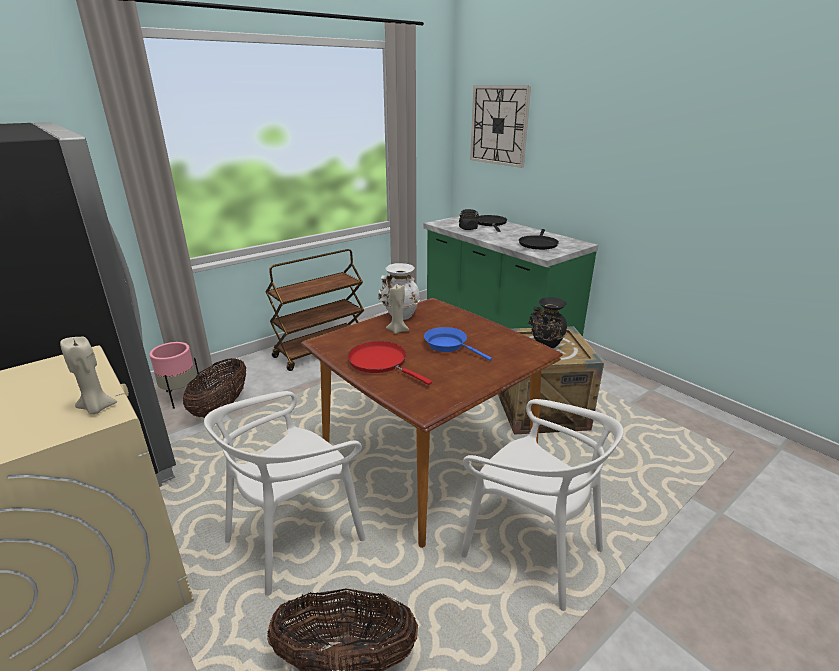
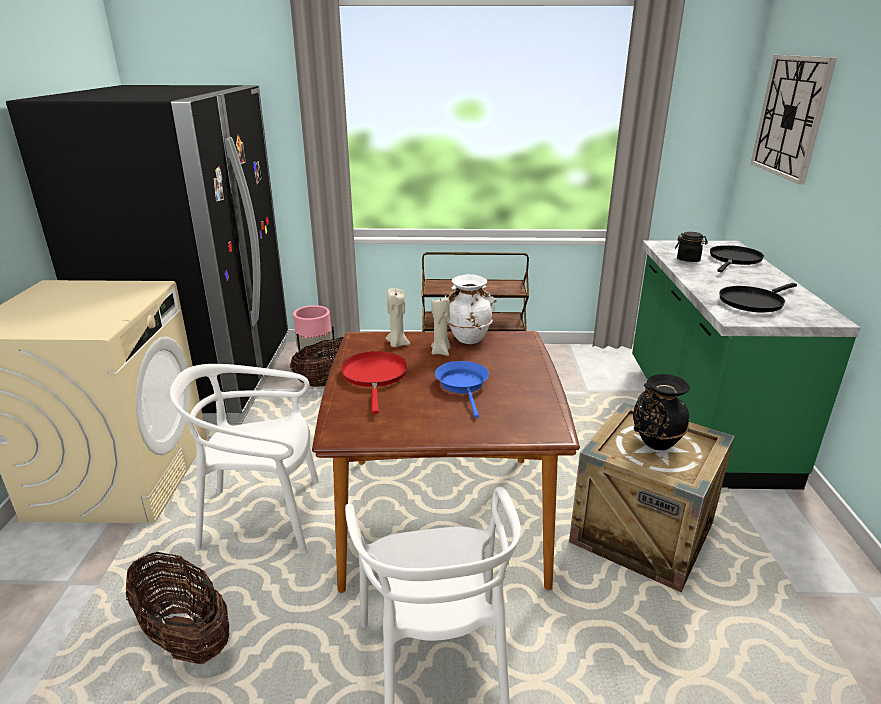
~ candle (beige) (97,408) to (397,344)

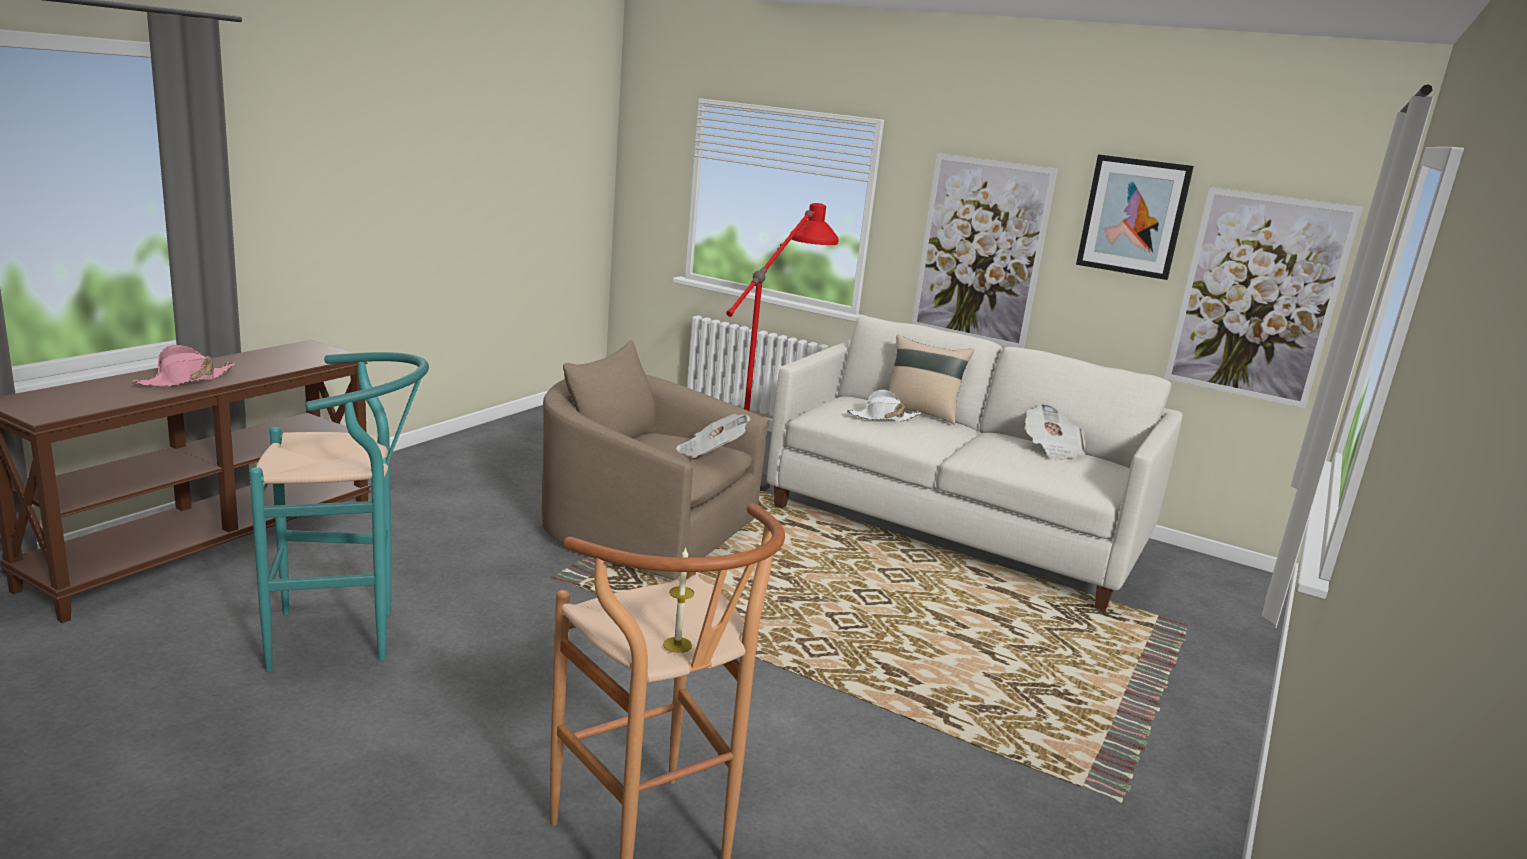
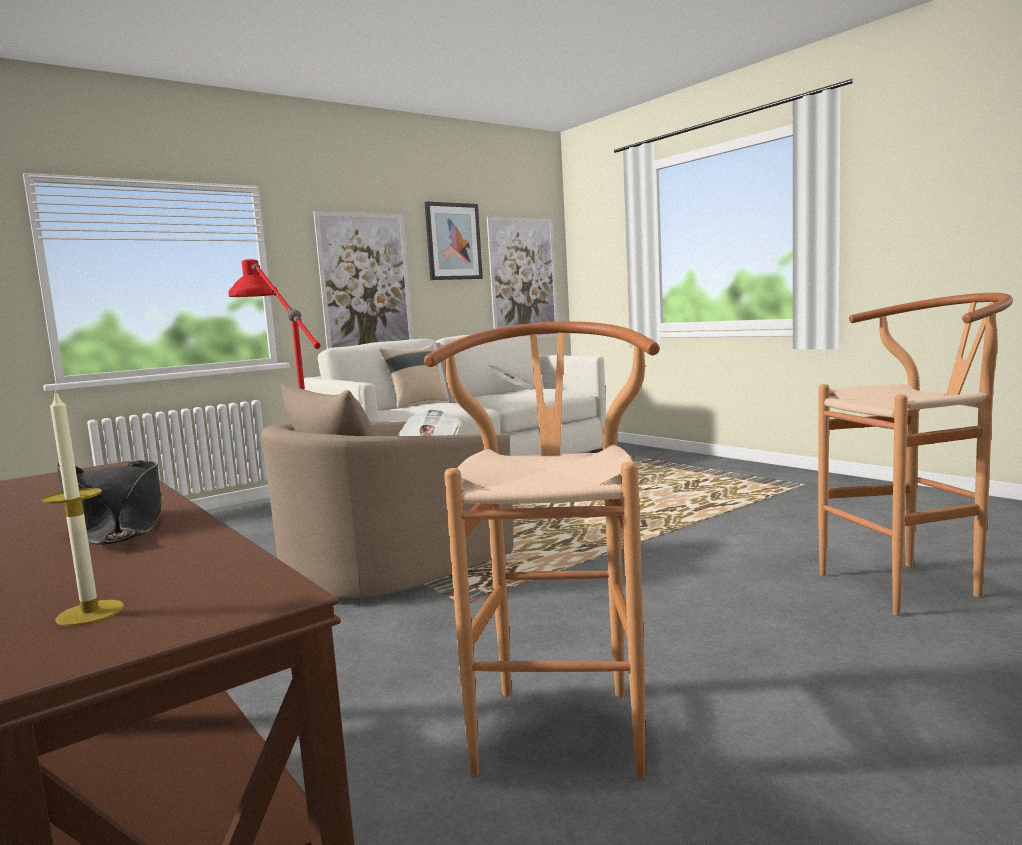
~ hat (pink) (185,380) to hat (black) (116,525)
~ stool (turquoise) (347,637) to stool (brown) (561,720)
~ candle (677,645) to (90,613)
- hat (white) (883,417)

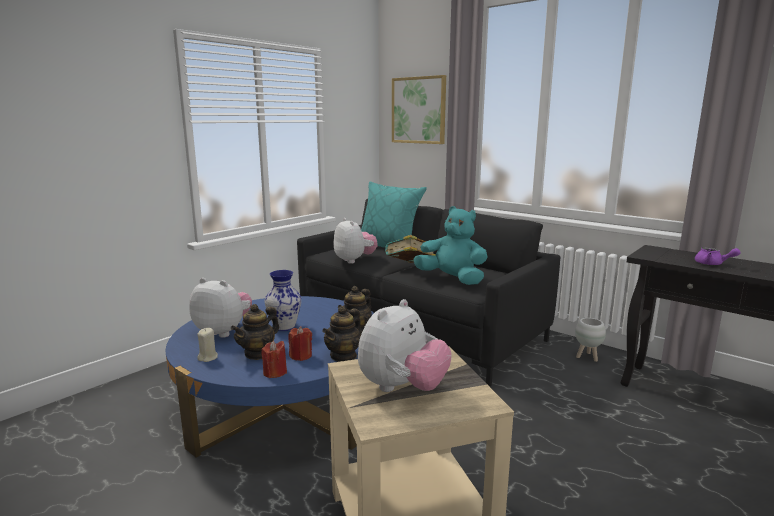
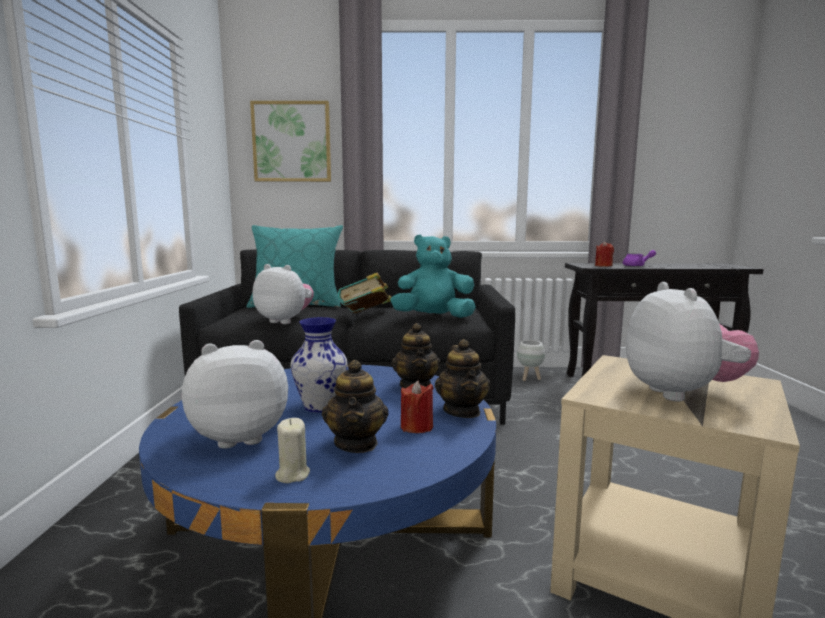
~ candle (red) (275,372) to (603,266)

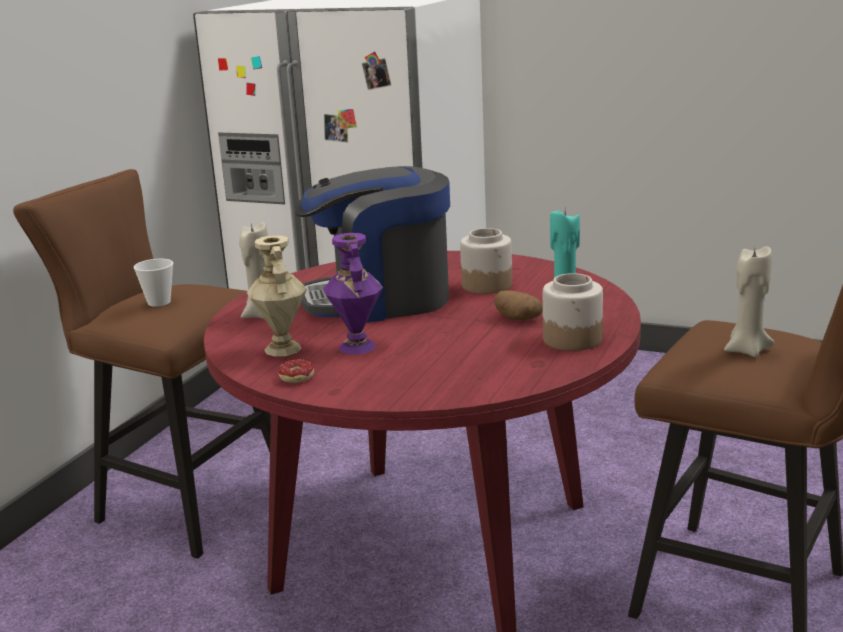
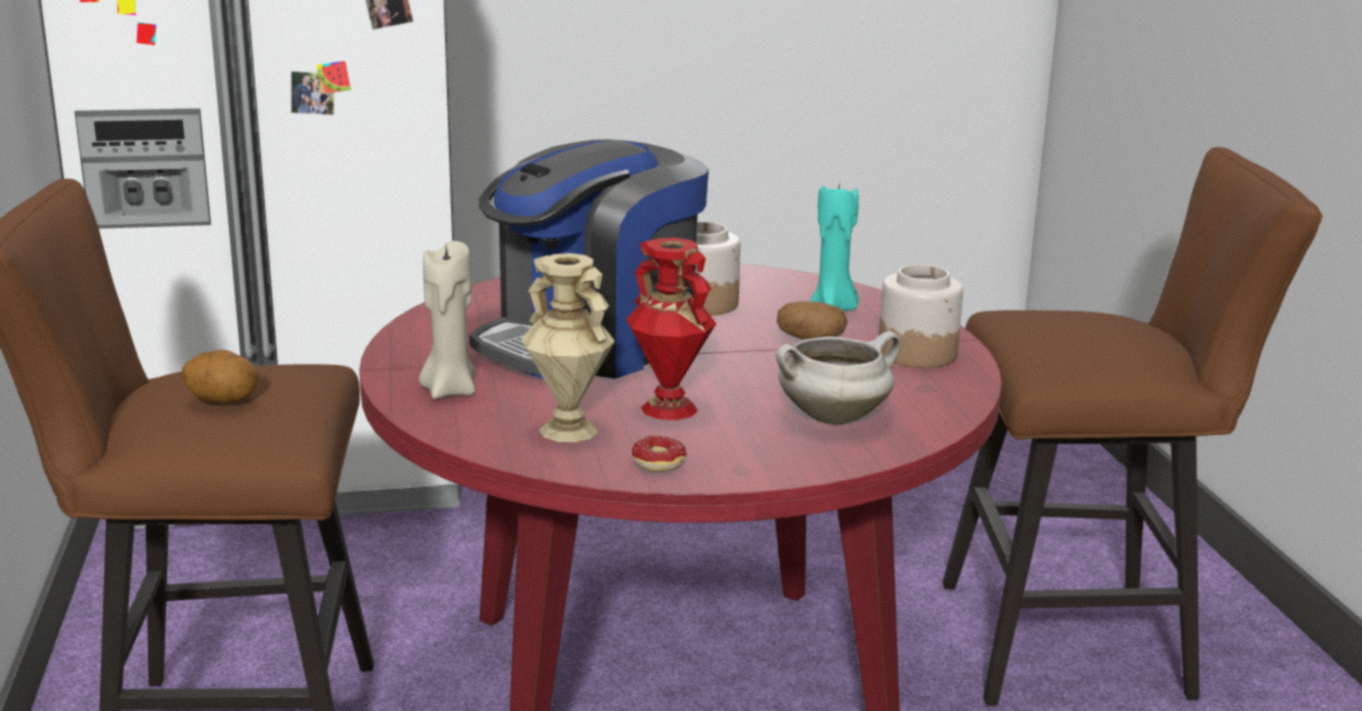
~ cup (159,302) to potato (223,401)
~ vase (purple) (356,347) to vase (red) (668,409)
- candle (beige) (746,350)
+ cooking pot (white) (834,417)

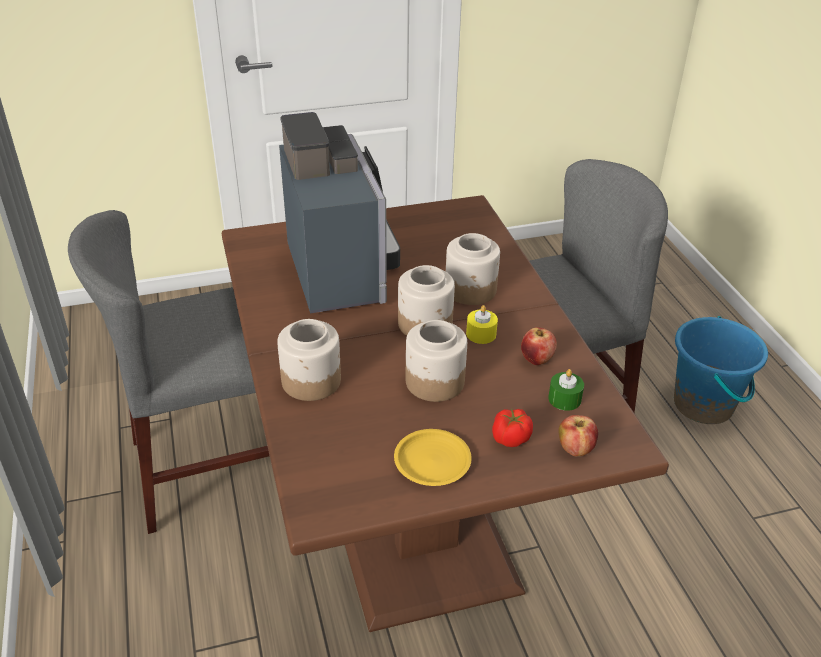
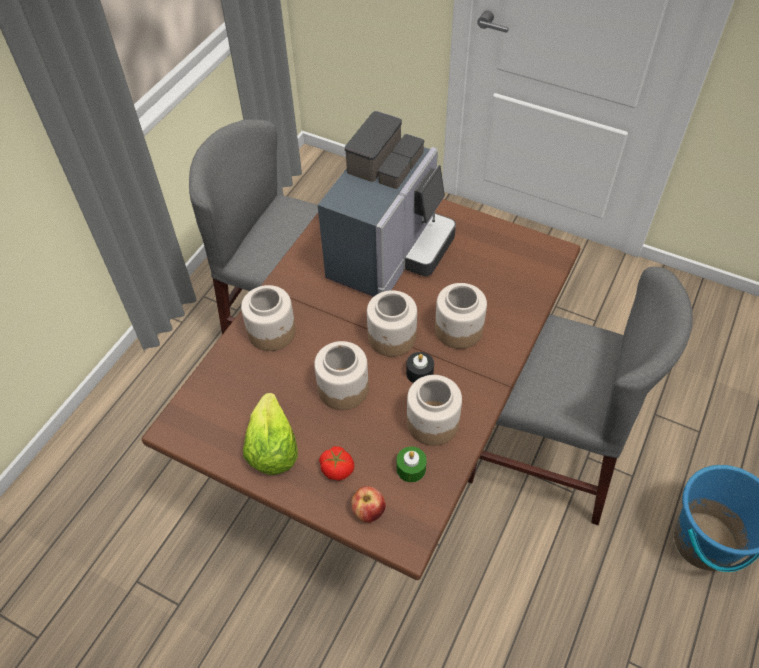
~ plate (yellow) (432,462) to lettuce (271,447)
~ candle (yellow) (481,334) to candle (black) (419,373)
~ apple (536,360) to jar (431,423)

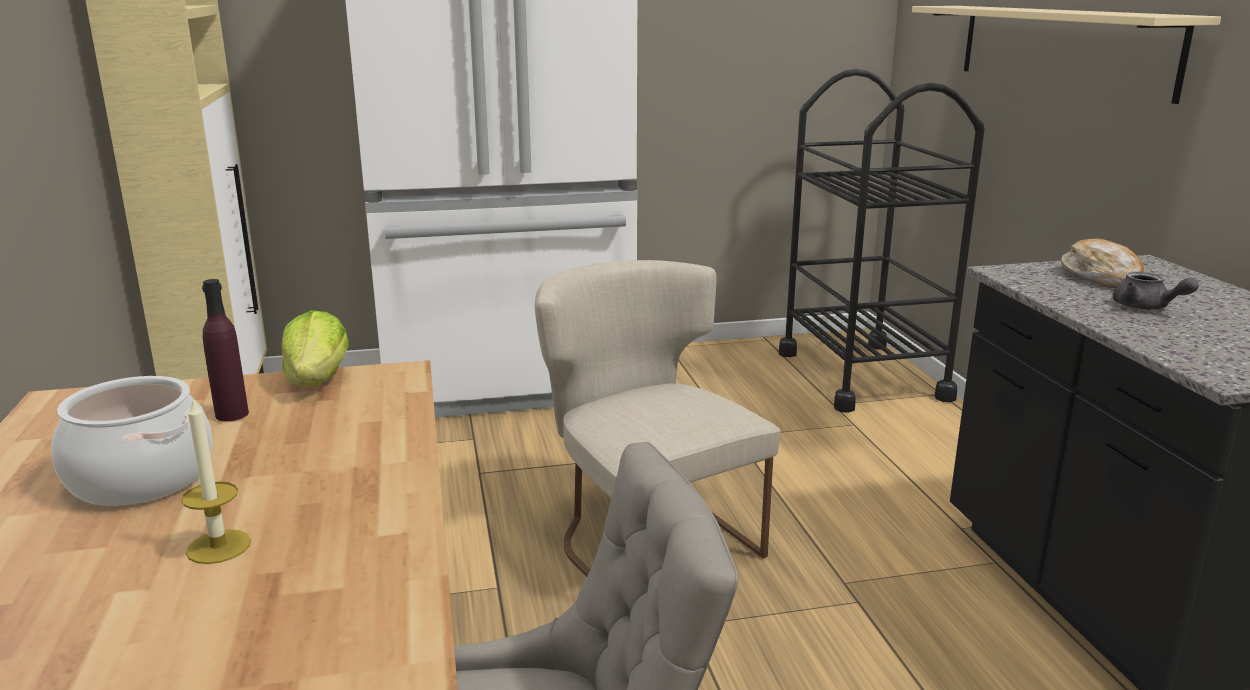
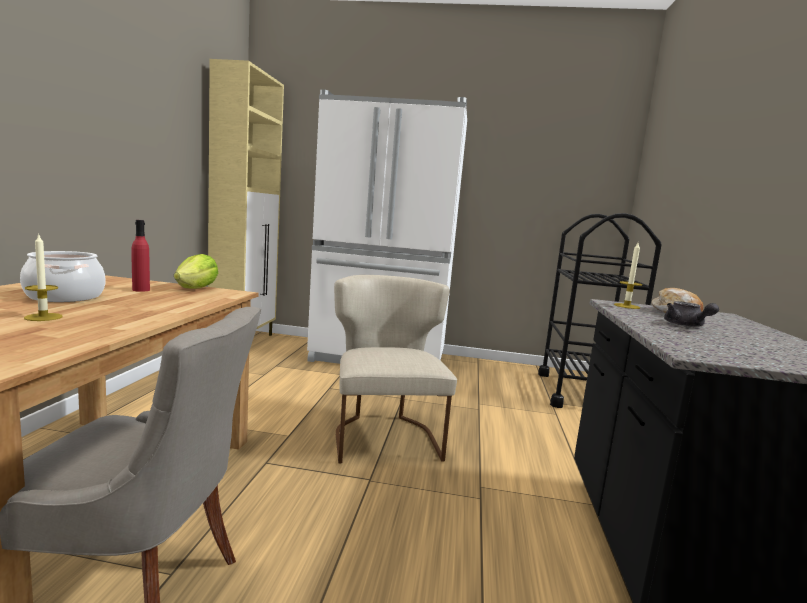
~ bottle (purple) (232,414) to bottle (red) (141,290)
- shelf (beige) (1061,47)
+ candle (626,306)

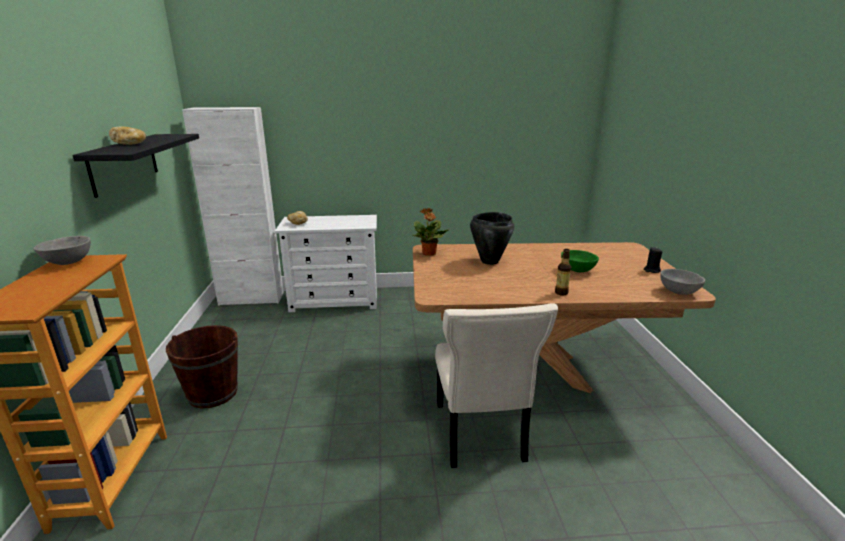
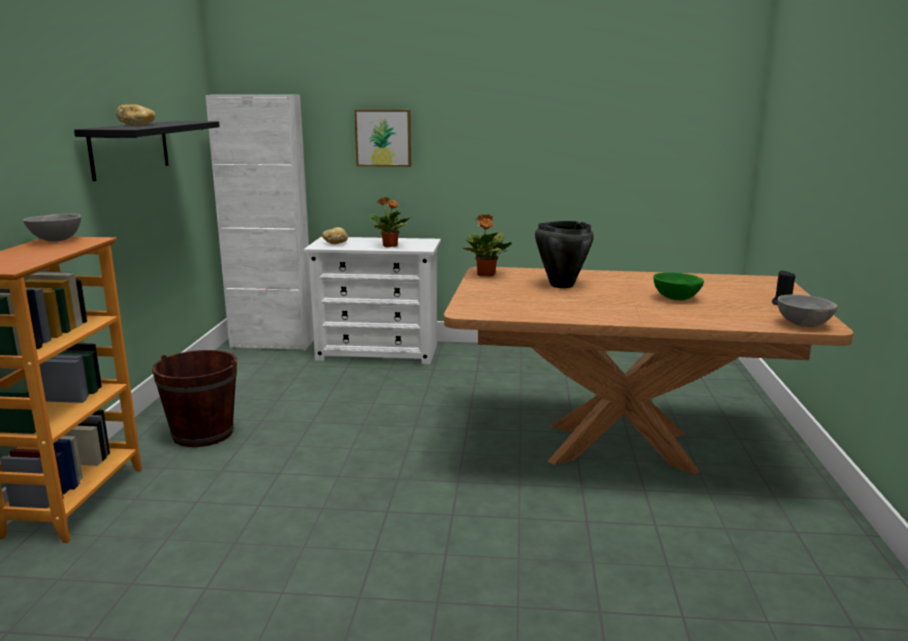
- chair (beige) (479,435)
- bottle (561,293)
+ picture (383,138)
+ potted plant (390,246)

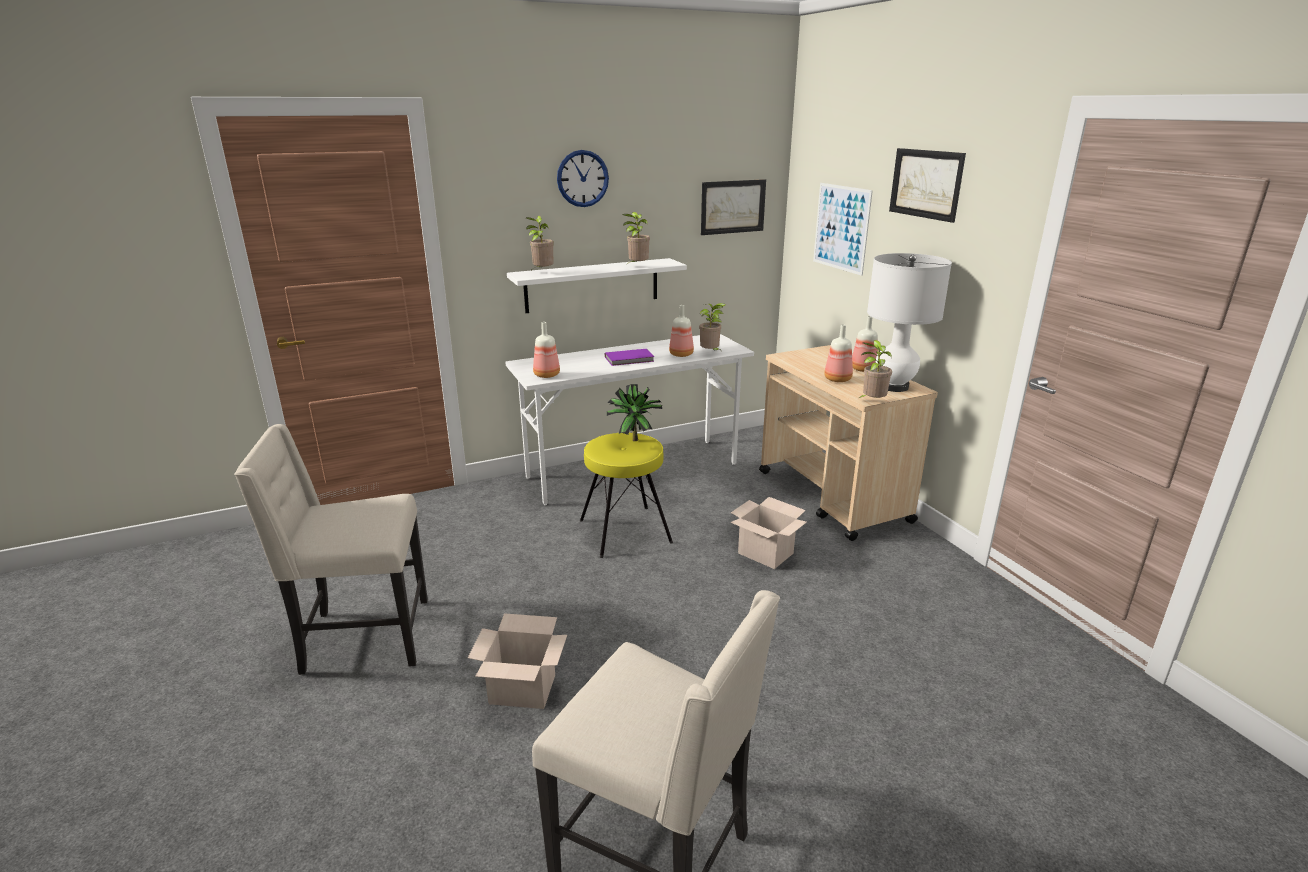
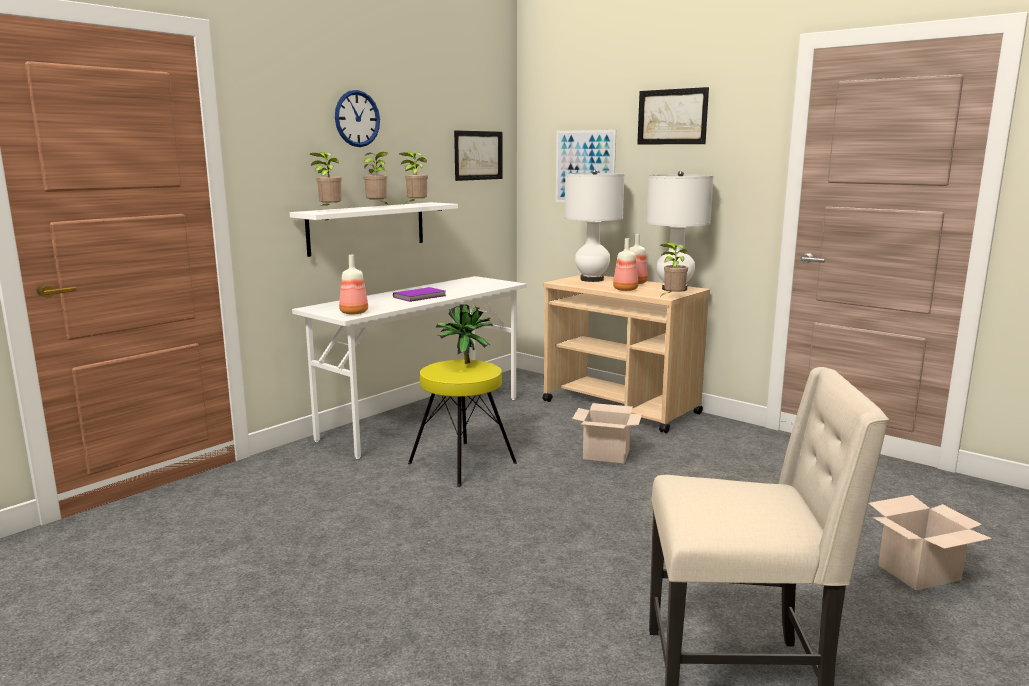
- chair (beige) (363,638)
~ cardboard box (520,690) to (918,573)
- bottle (681,354)
~ potted plant (710,353) to (378,206)
+ table lamp (white) (591,279)

